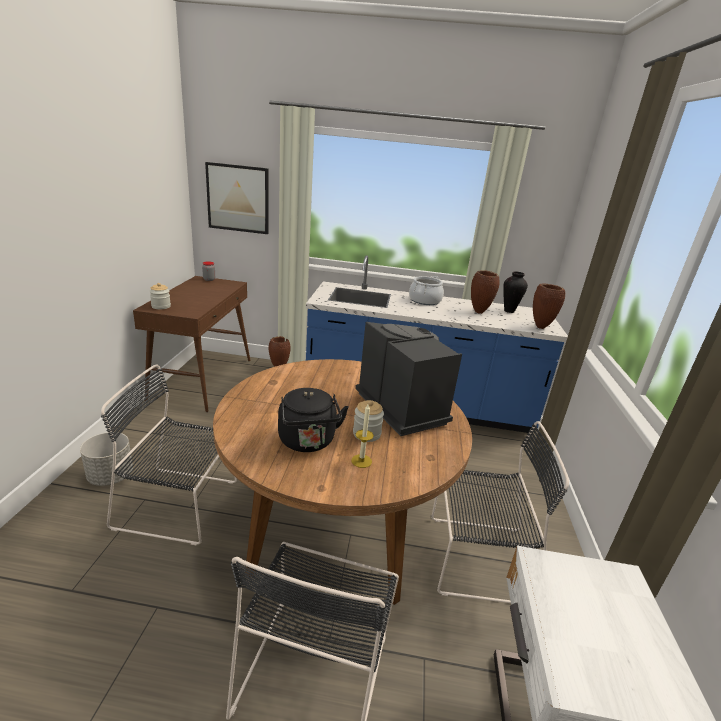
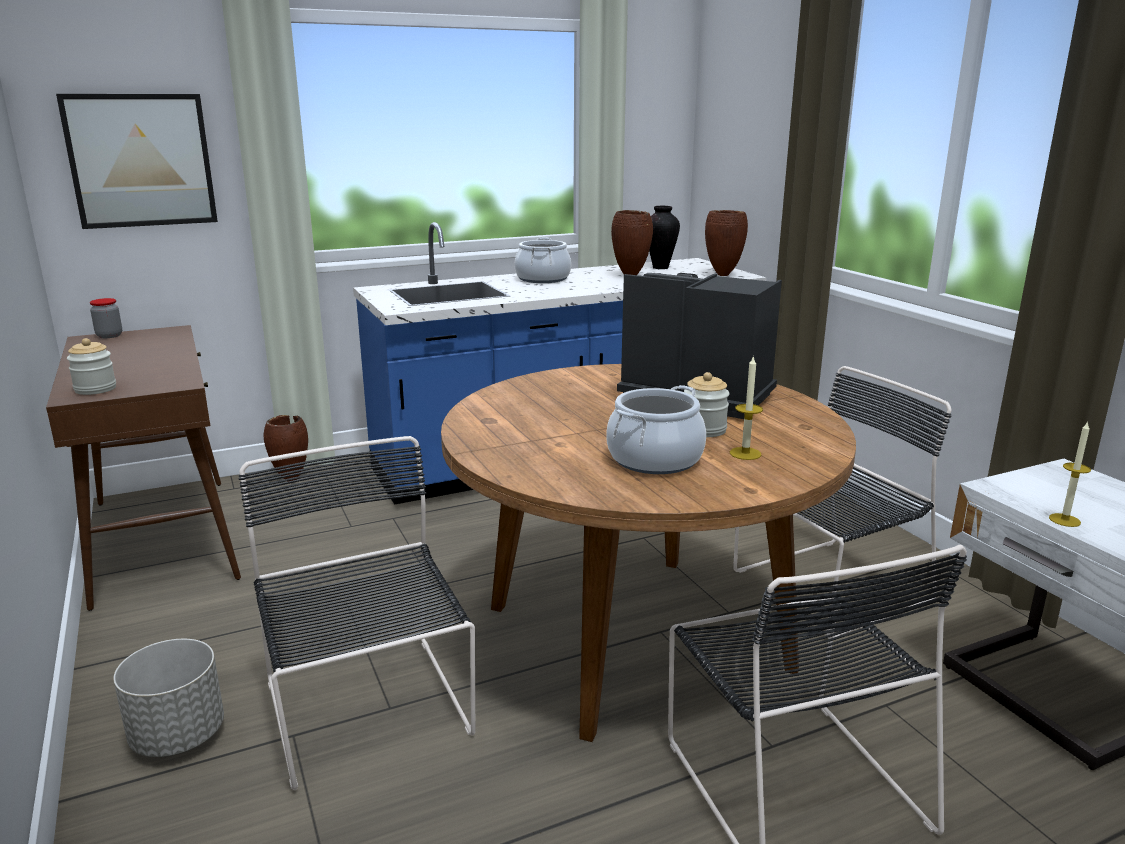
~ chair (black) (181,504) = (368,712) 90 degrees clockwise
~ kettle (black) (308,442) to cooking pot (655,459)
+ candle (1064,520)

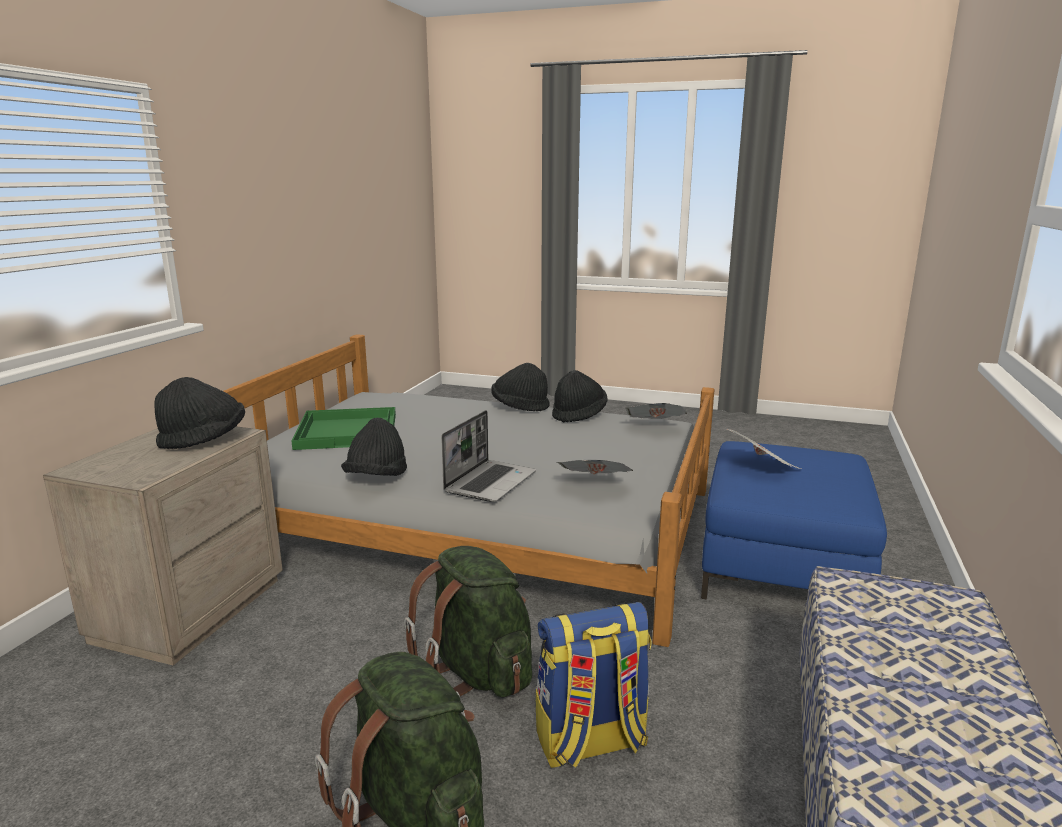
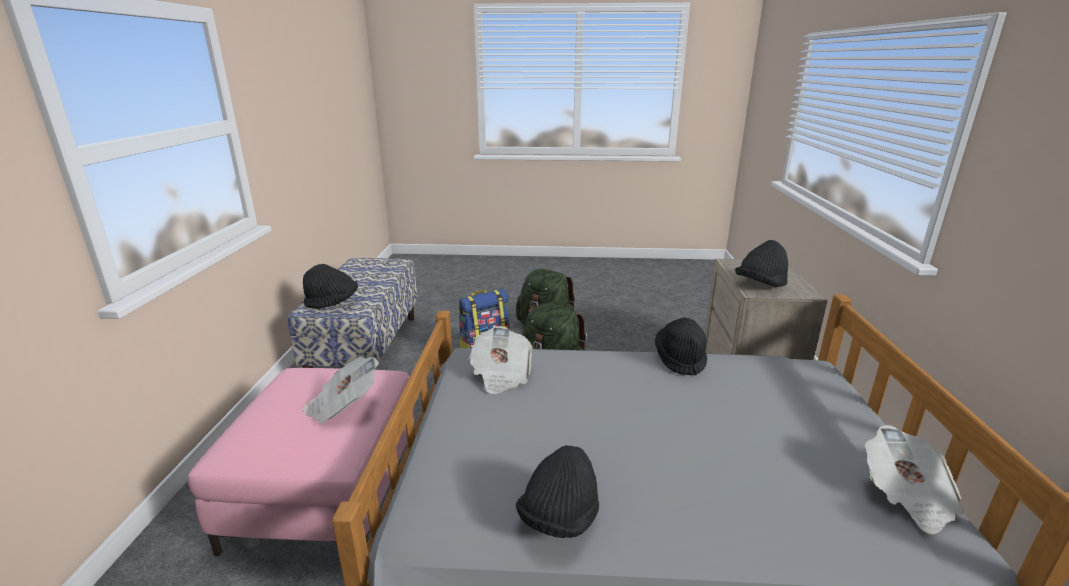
- tray (green) (348,431)
- laptop (490,482)
~ hat (black) (519,407) to (333,303)
~ newspaper (654,428) to (907,497)
~ ottoman (blue) (782,566) to ottoman (pink) (327,491)

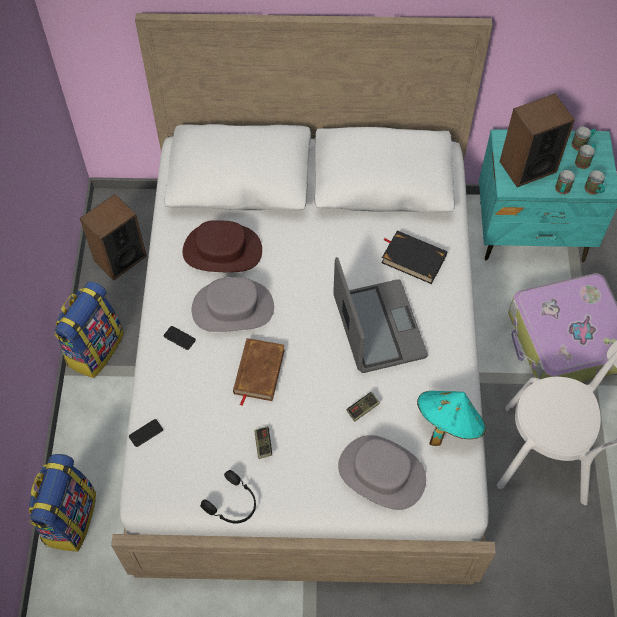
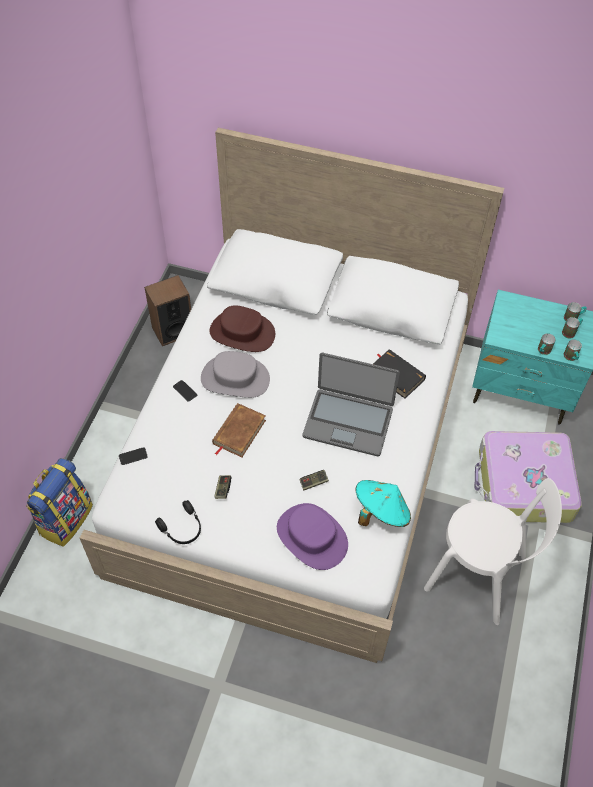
- backpack (94,348)
~ laptop (378,327) = (348,421) 105 degrees clockwise
~ hat (grey) (381,474) to hat (purple) (311,537)
- speaker (527,166)

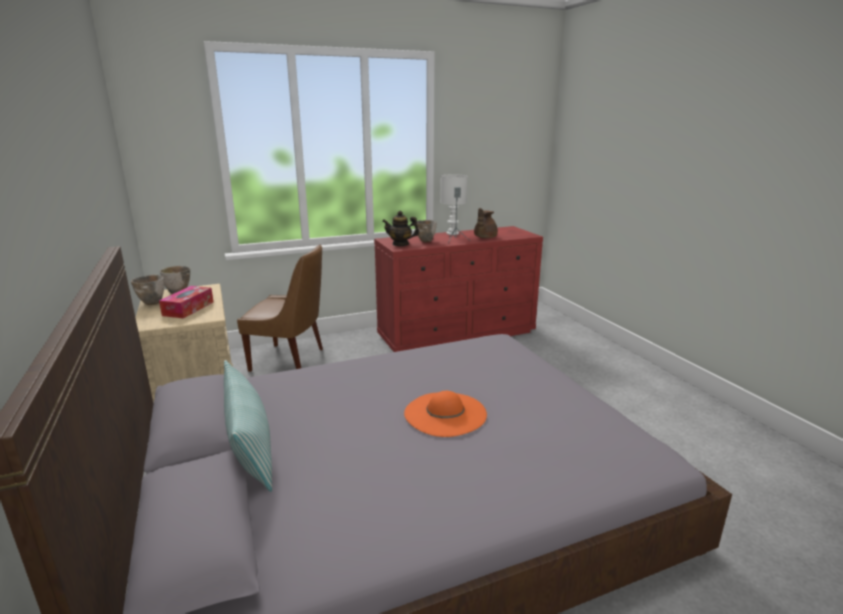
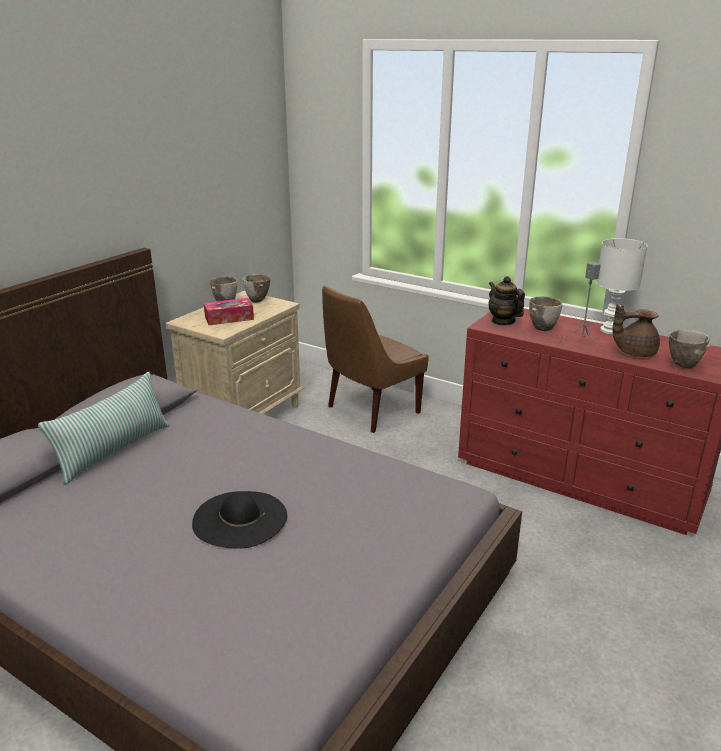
~ chair (brown) (290,360) = (370,411) 75 degrees clockwise
~ hat (orange) (445,413) to hat (black) (240,519)
+ bowl (682,365)

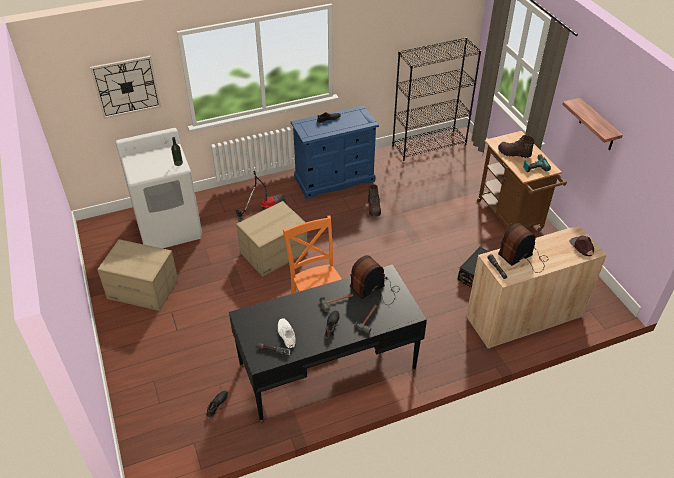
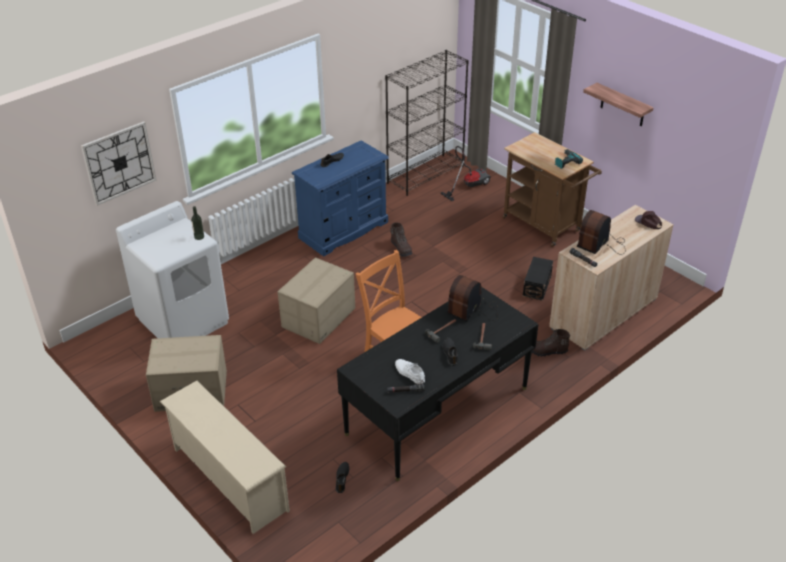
~ vacuum cleaner (266,209) to (468,185)
~ boot (brown) (514,153) to (547,351)
+ shoe rack (beige) (228,479)

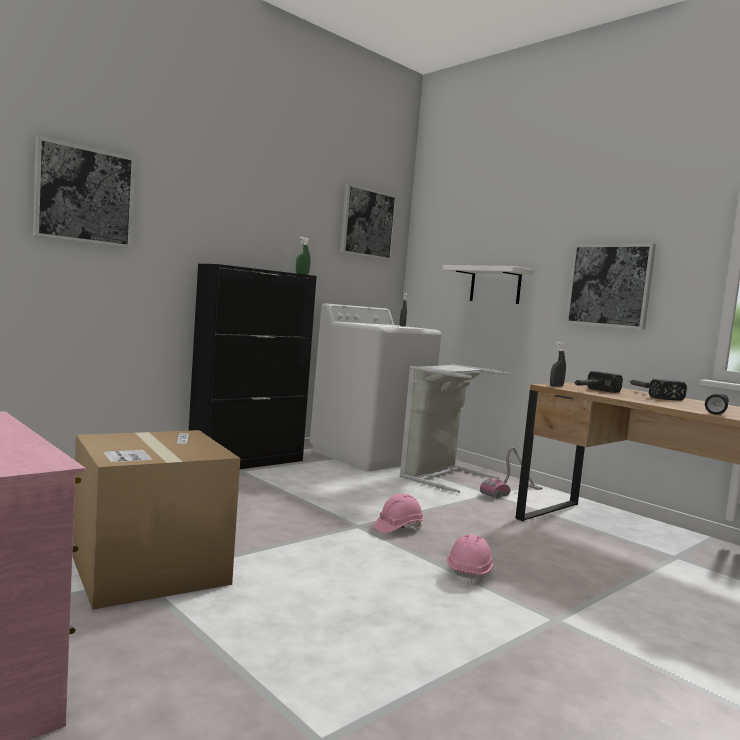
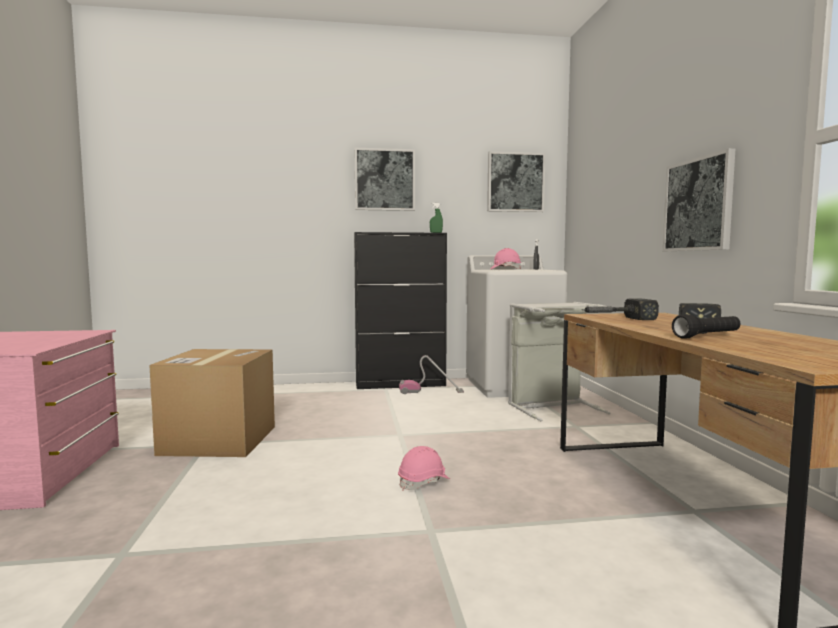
~ picture (84,195) to (384,180)
~ hard hat (pink) (398,527) to (505,269)
- shelf (white) (495,285)
~ vacuum cleaner (512,491) to (431,391)
- spray bottle (grey) (556,386)

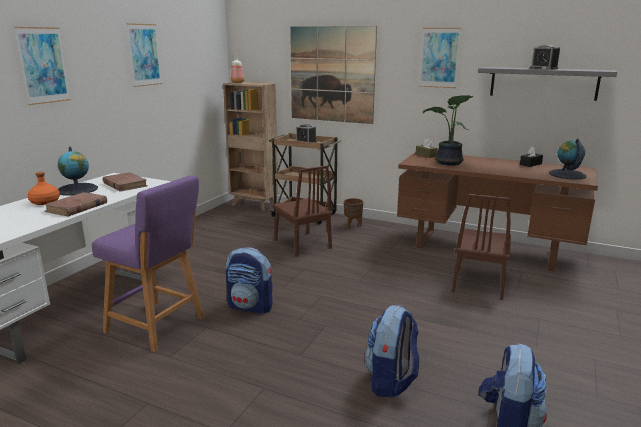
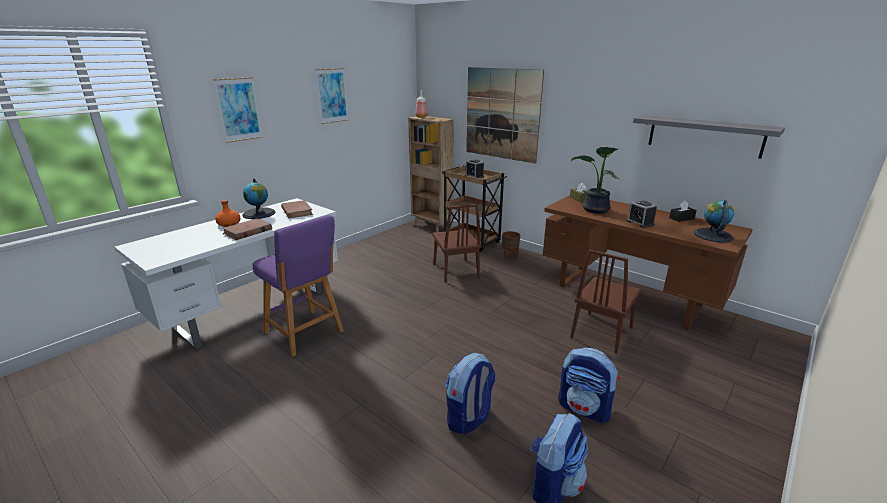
~ backpack (251,306) to (585,409)
- picture (439,58)
~ alarm clock (543,68) to (640,223)

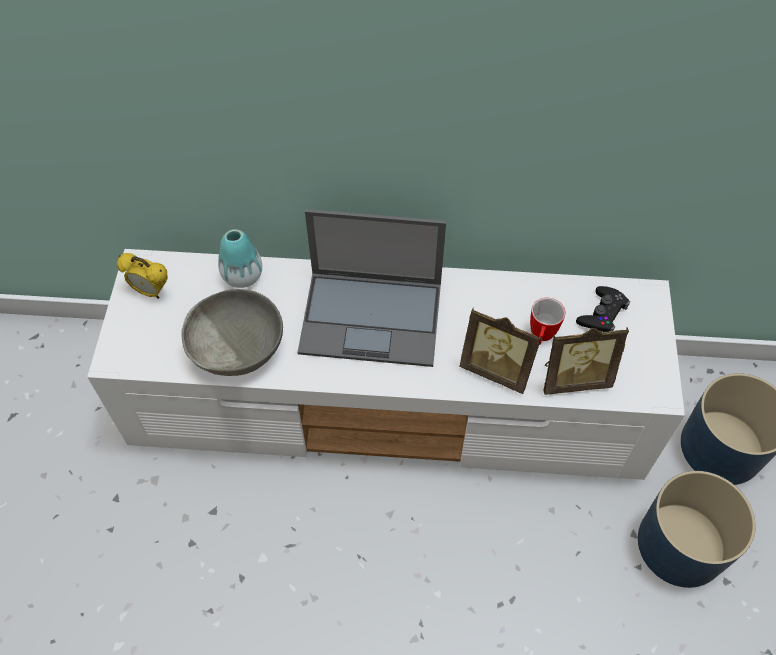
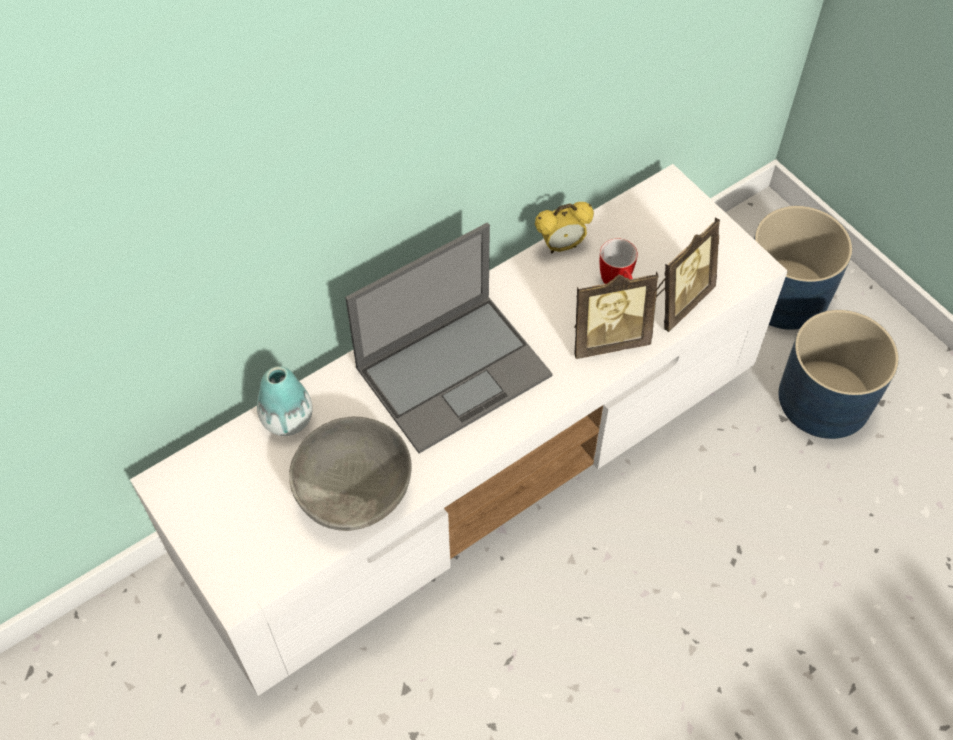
~ alarm clock (151,291) to (561,246)
- game controller (black) (602,314)

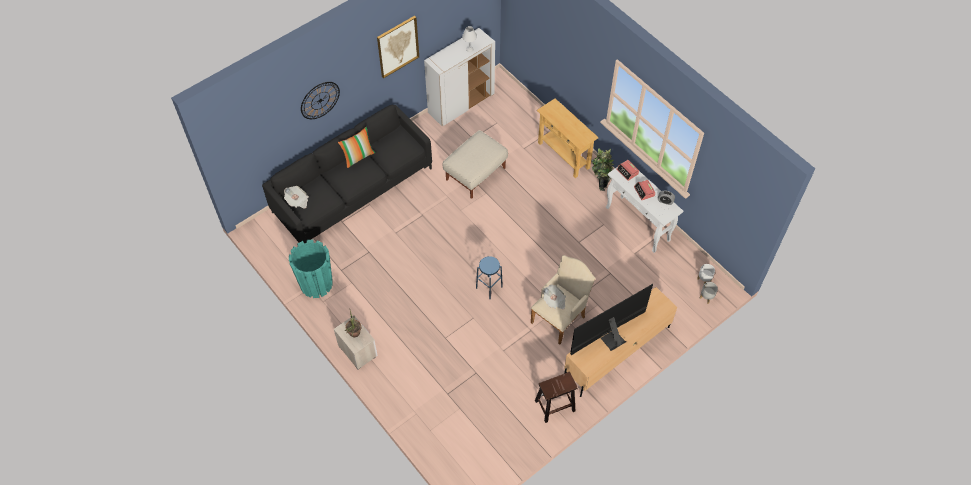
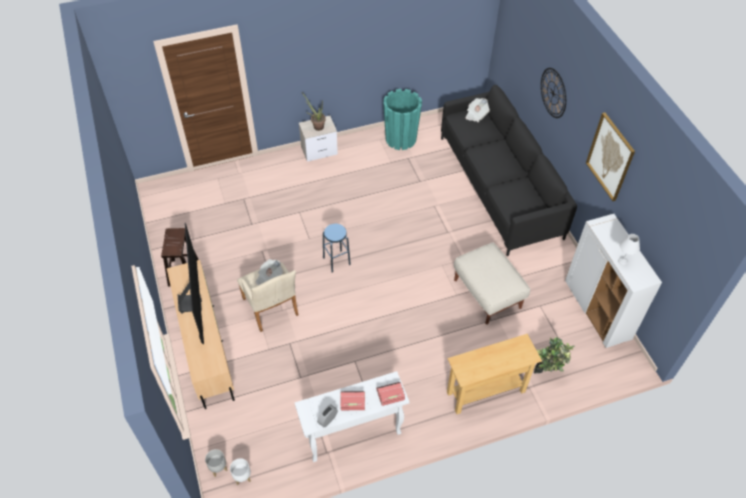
- pillow (358,157)
~ potted plant (601,182) to (546,373)

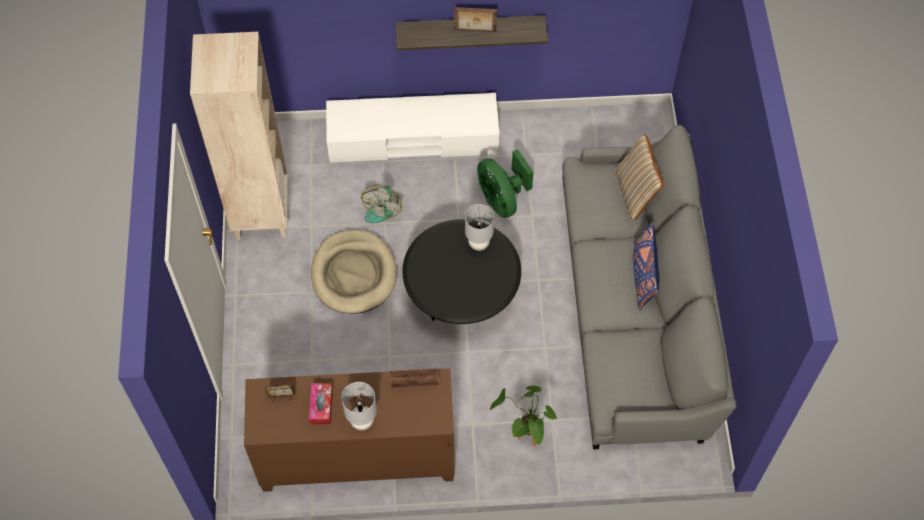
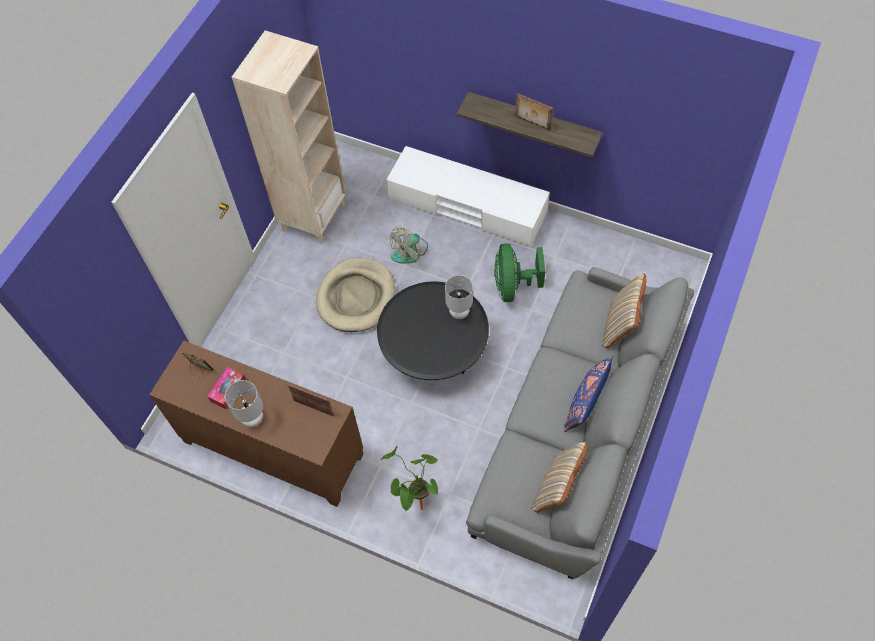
+ pillow (beige) (556,488)

